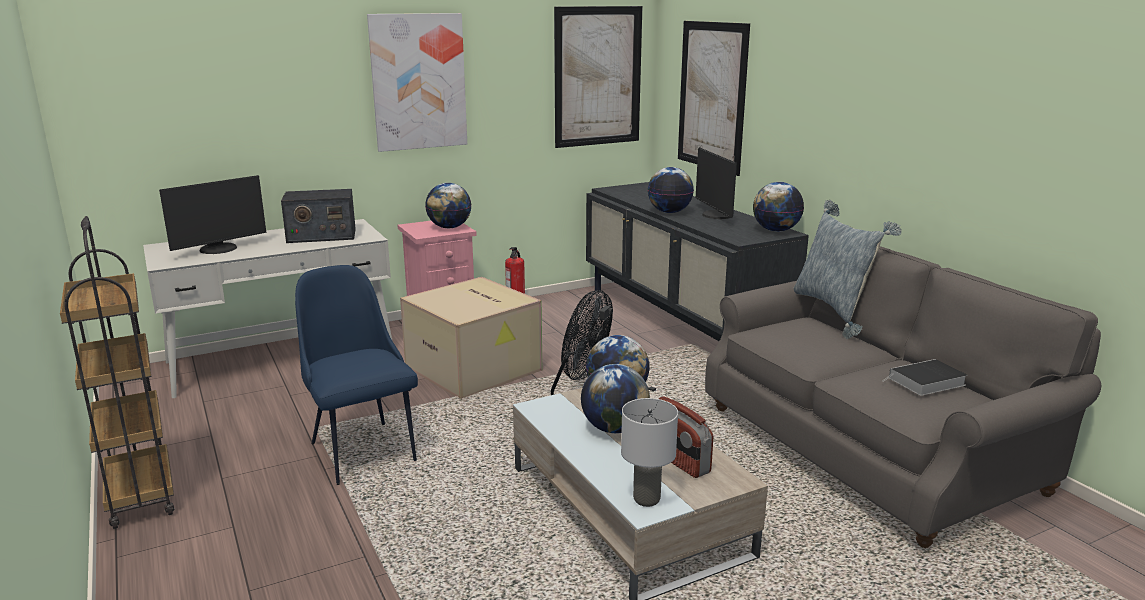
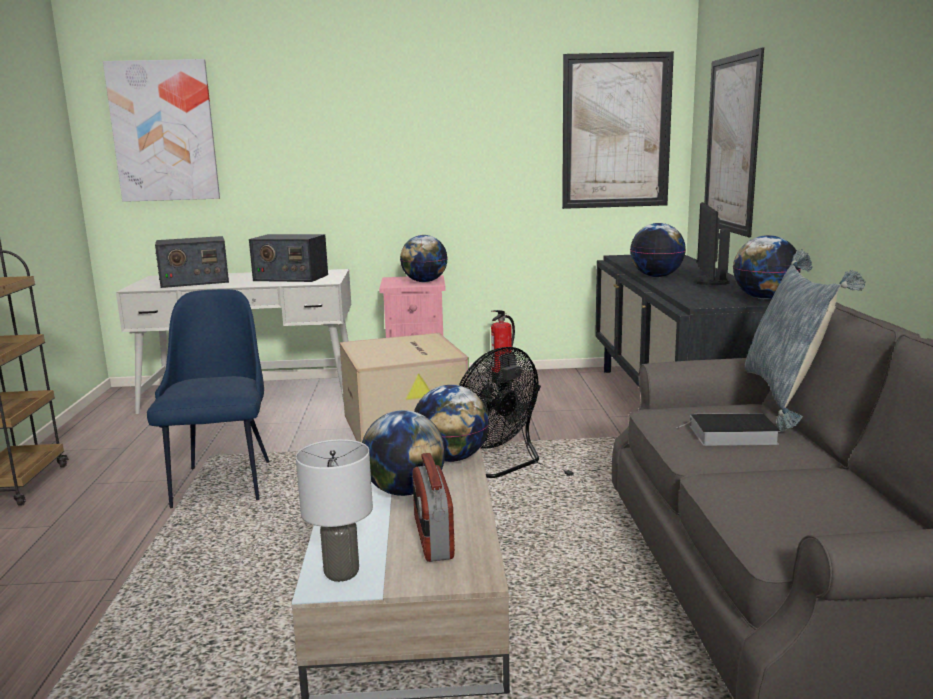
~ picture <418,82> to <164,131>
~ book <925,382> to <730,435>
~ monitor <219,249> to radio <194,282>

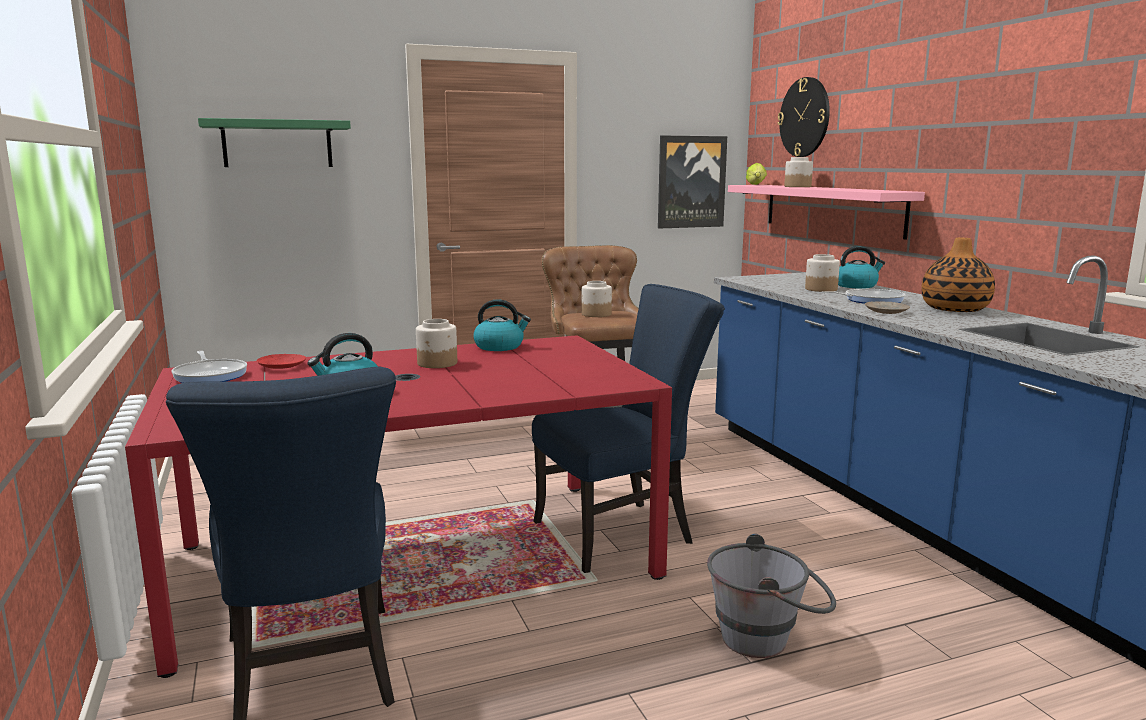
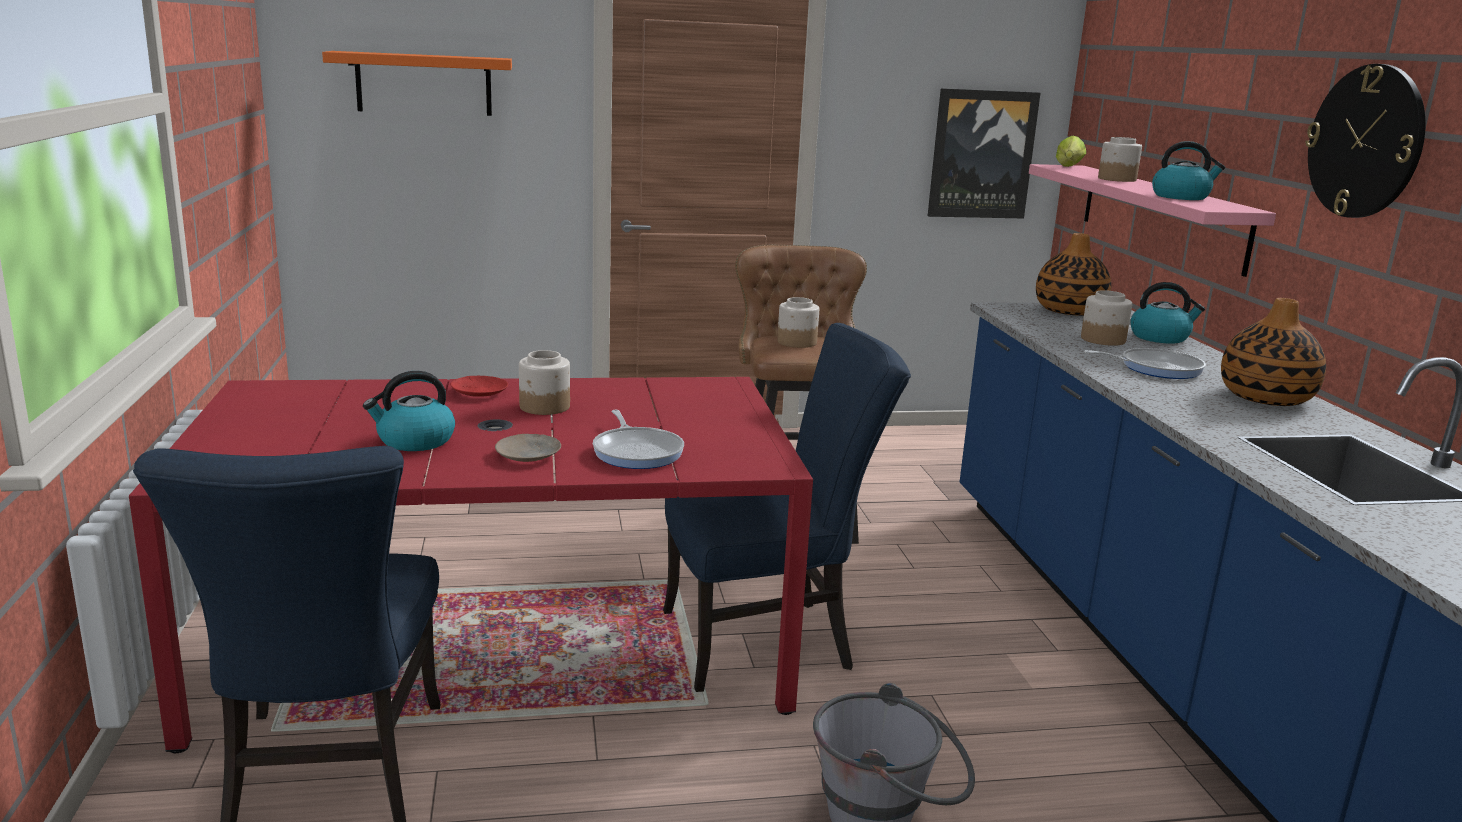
+ vase <1069,311>
~ frying pan <210,375> to <637,452>
~ plate (red) <281,366> to <479,392>
~ kettle <500,346> to <1181,197>
~ wall clock <804,117> to <1365,142>
~ plate (beige) <886,312> to <529,455>
~ shelf (green) <277,144> to shelf (orange) <424,84>

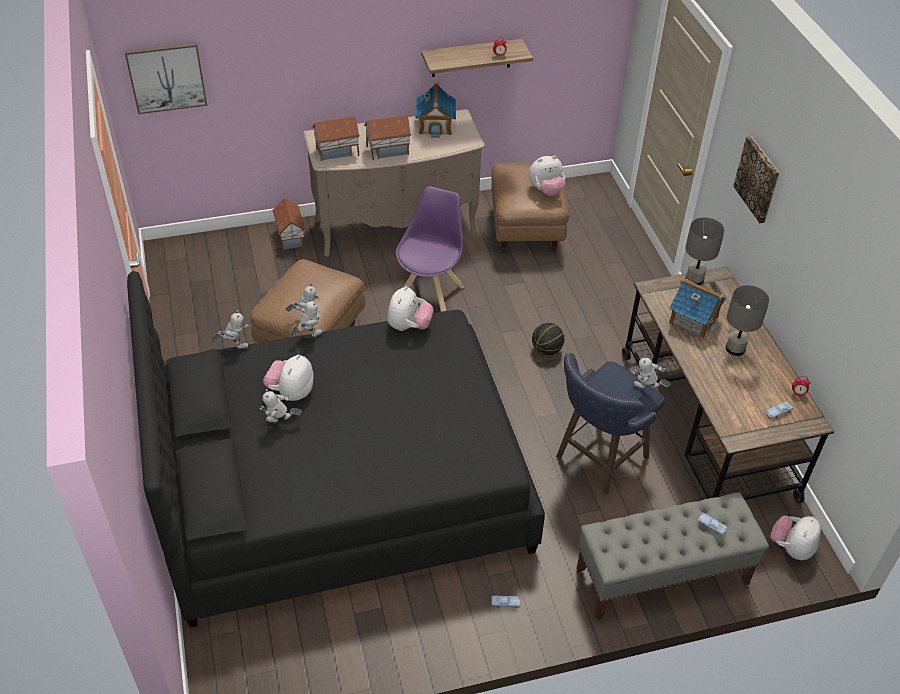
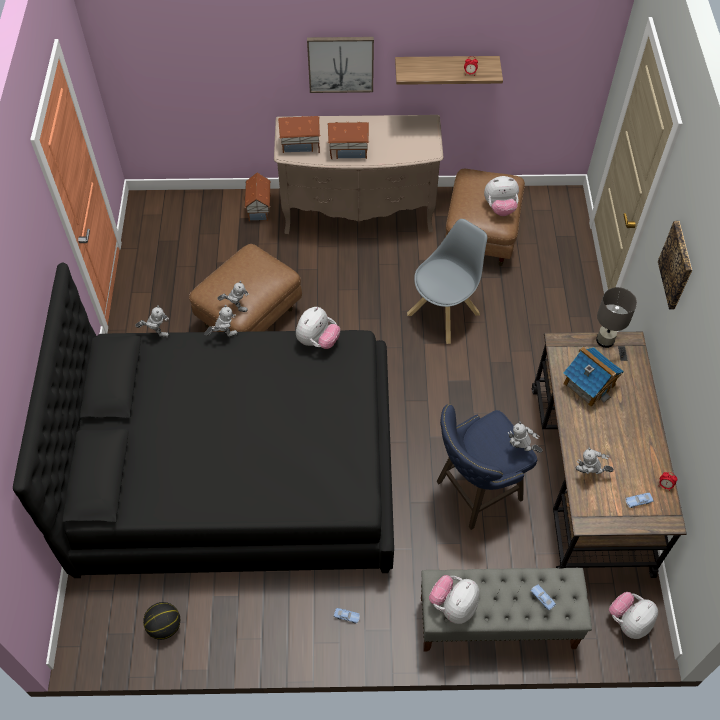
- chair (purple) <430,294>
- toy house <435,125>
- table lamp (grey) <735,348>
+ chair (grey) <445,313>
~ picture <166,77> to <340,64>
~ toy robot <281,423> to <589,474>
~ plush toy <291,392> to <453,605>
~ basketball <547,350> to <165,626>

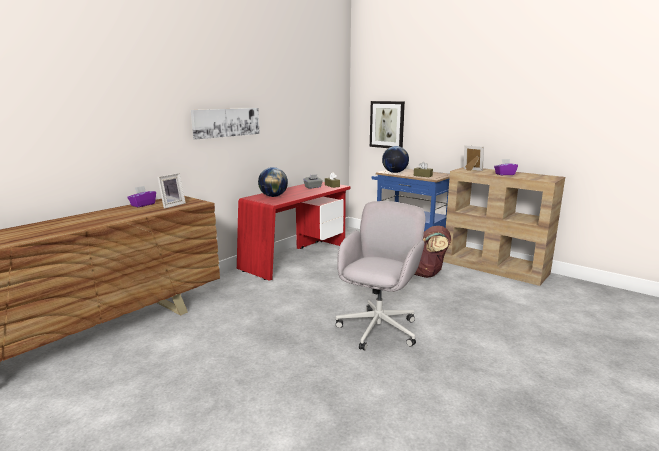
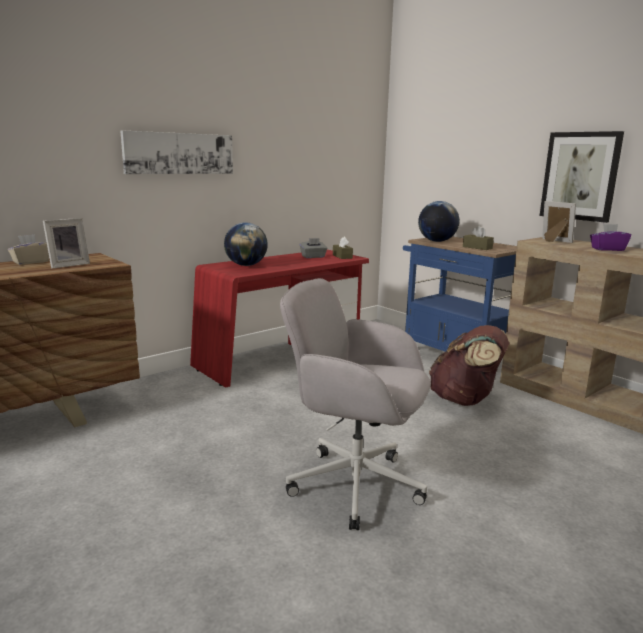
~ picture <387,124> to <580,176>
~ tissue box (purple) <143,205> to tissue box (beige) <31,262>
~ office chair (grey) <379,329> = <353,485> 105 degrees counterclockwise

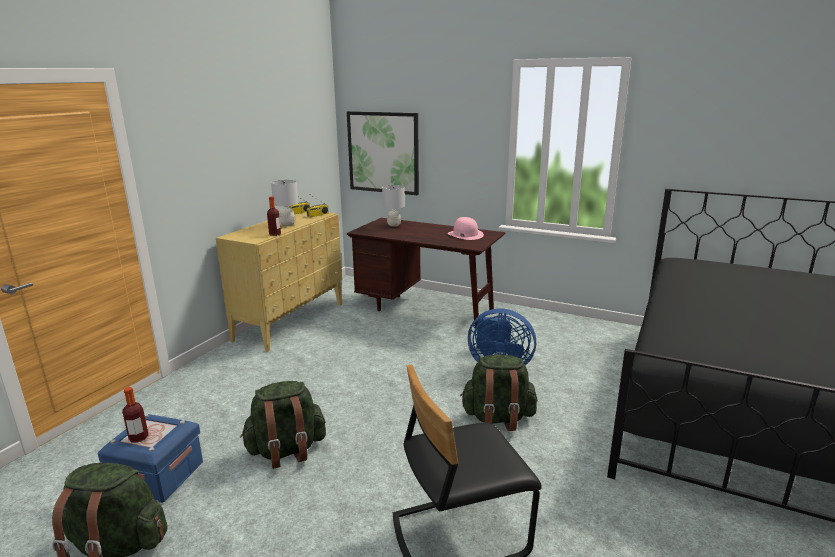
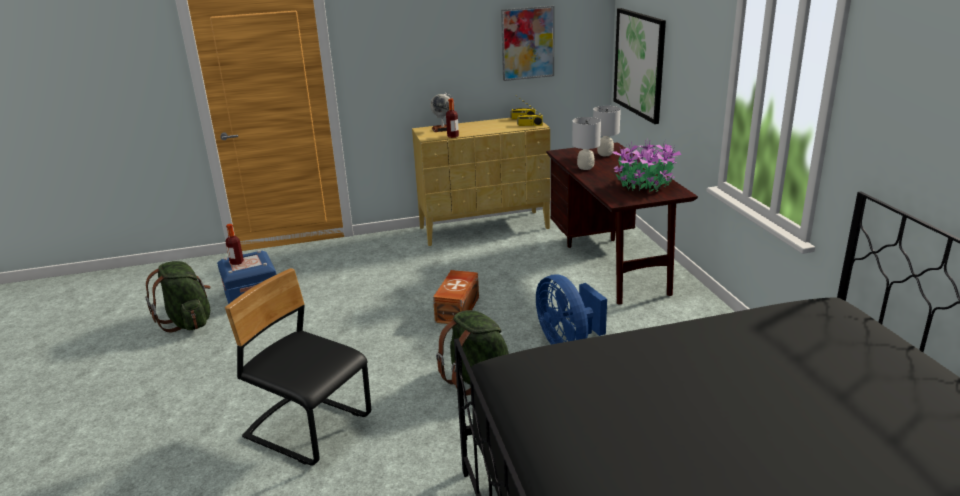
- backpack (green) <286,451>
+ globe <443,129>
+ storage box (brown) <458,309>
+ picture <527,43>
~ table lamp (grey) <288,224> to <586,168>
~ hat (pink) <465,234> to potted plant <645,185>

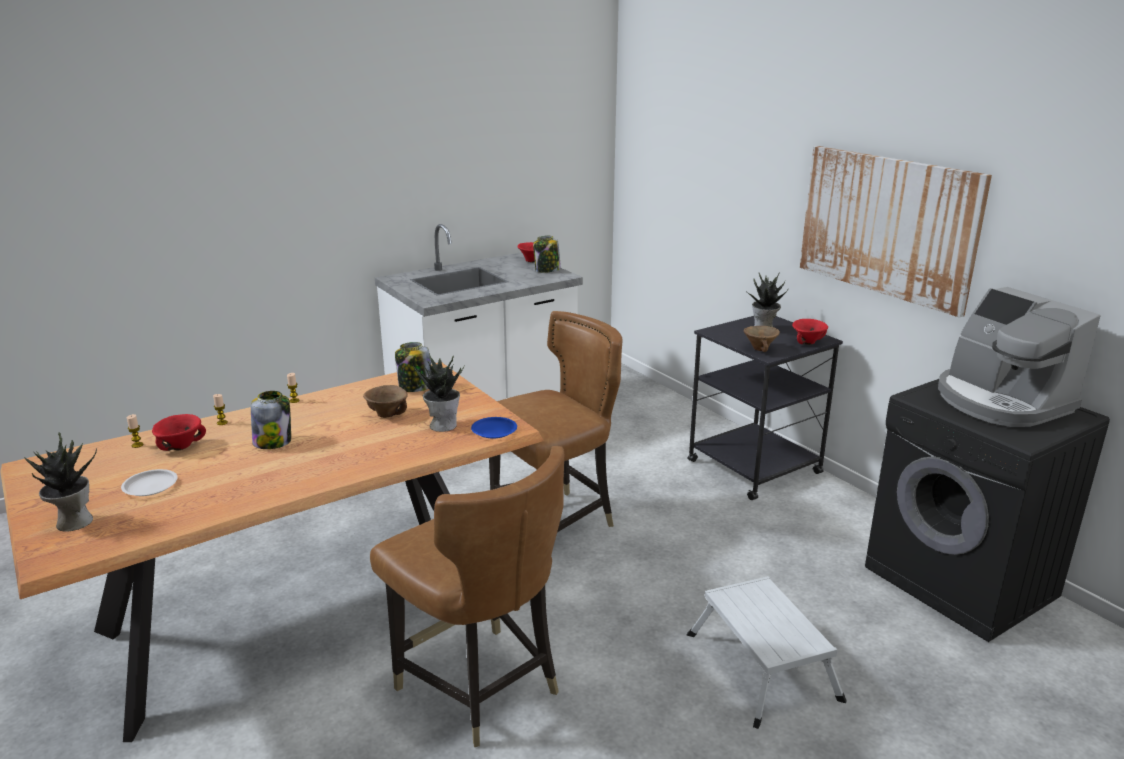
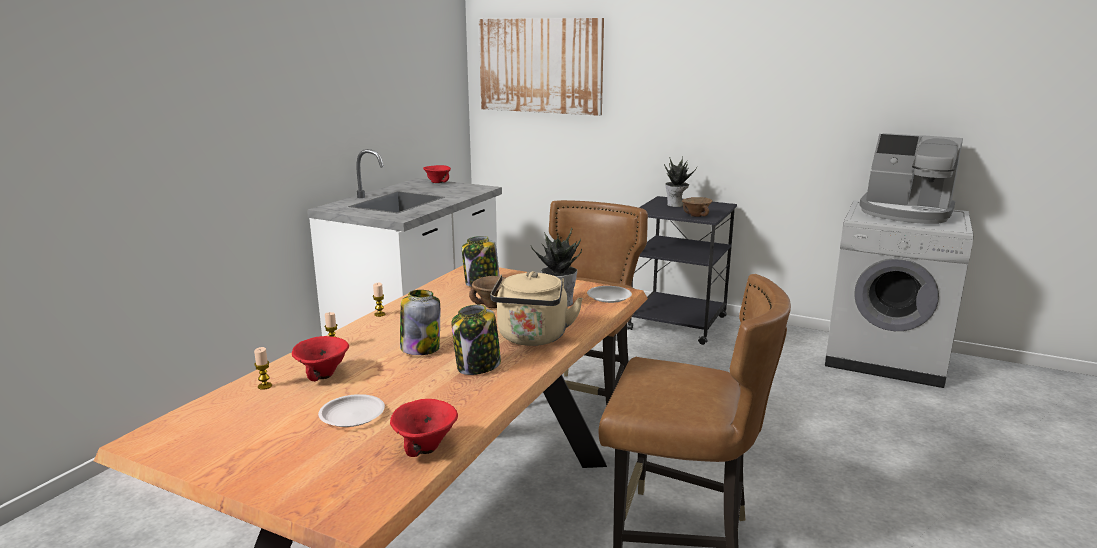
- potted plant <73,522>
- step ladder (white) <763,667>
+ kettle (beige) <532,338>
~ jar <547,270> to <478,366>
~ bowl (red) <808,343> to <426,447>
~ picture <887,226> to <540,66>
~ plate (blue) <494,431> to plate (white) <609,297>
~ washing machine (black) <958,584> to washing machine (white) <885,360>

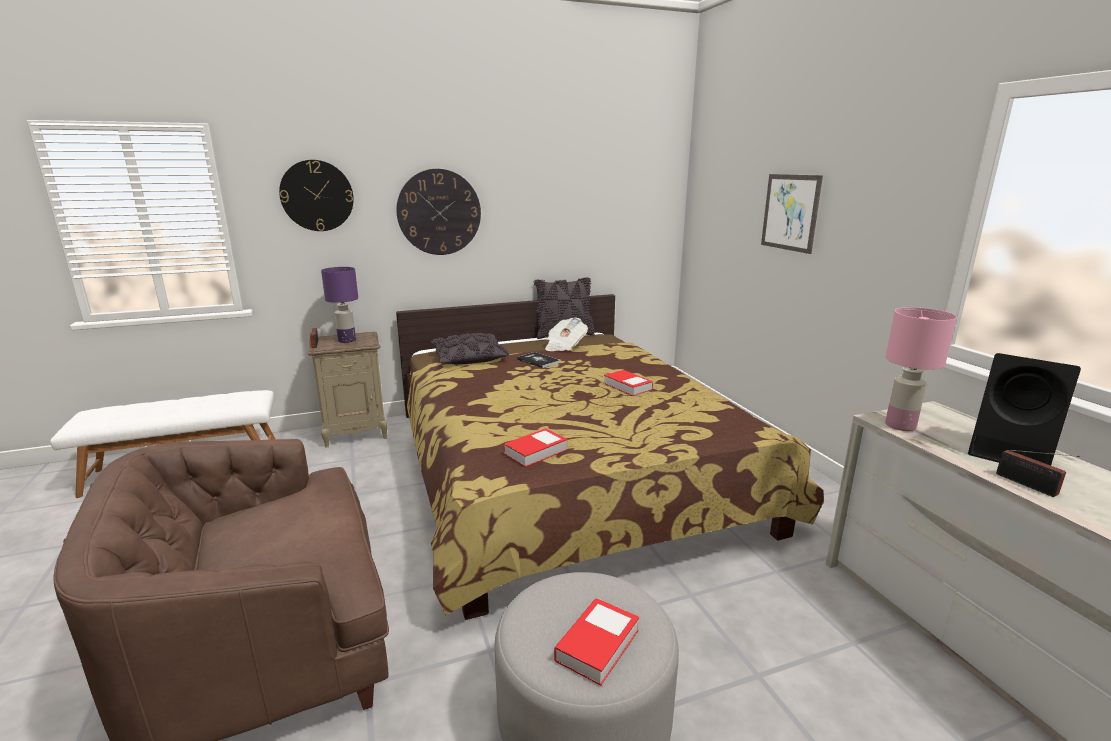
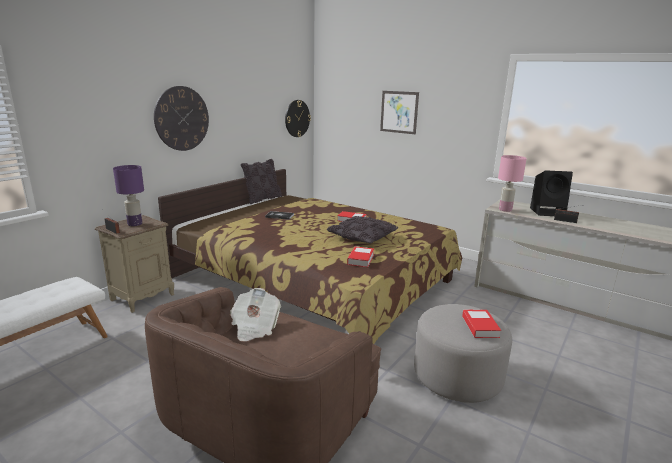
~ wall clock <317,196> to <297,118>
~ pillow (black) <469,358> to <362,237>
~ newspaper <564,346> to <254,327>

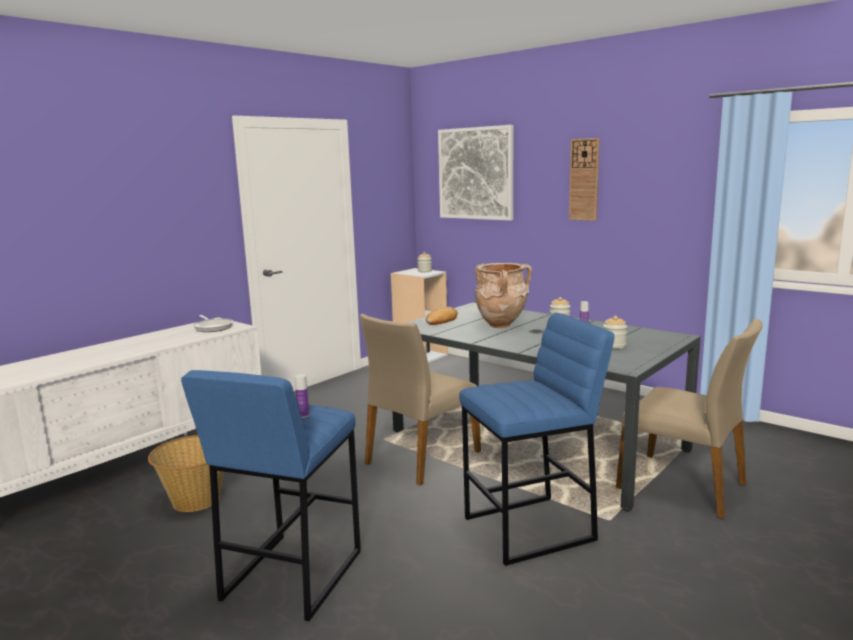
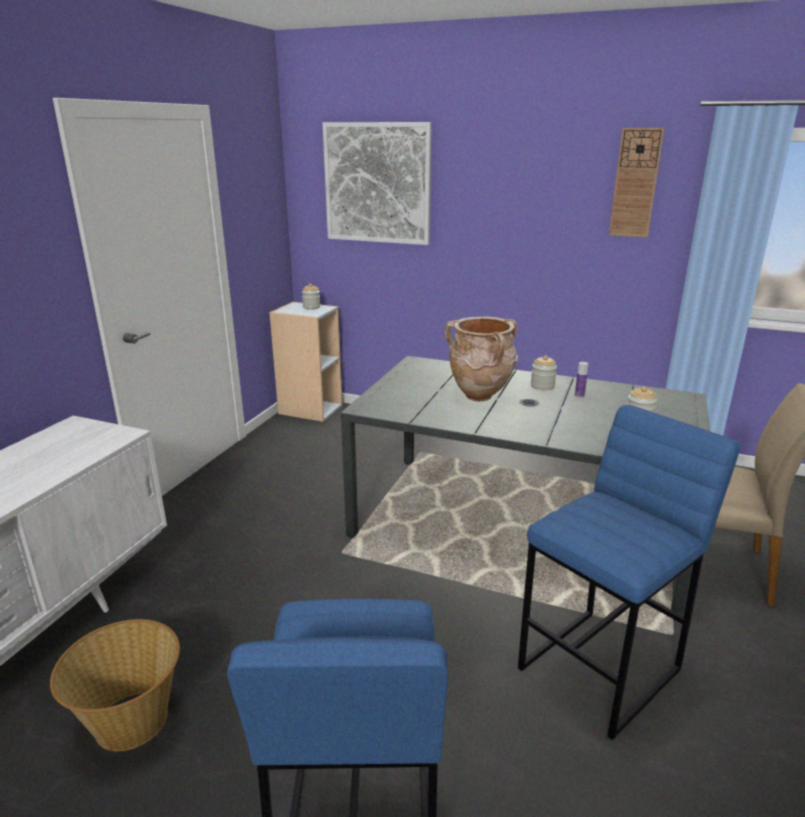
- frying pan <213,327>
- bottle <303,415>
- chair (beige) <421,458>
- bread <442,320>
~ wall clock <584,179> to <635,183>

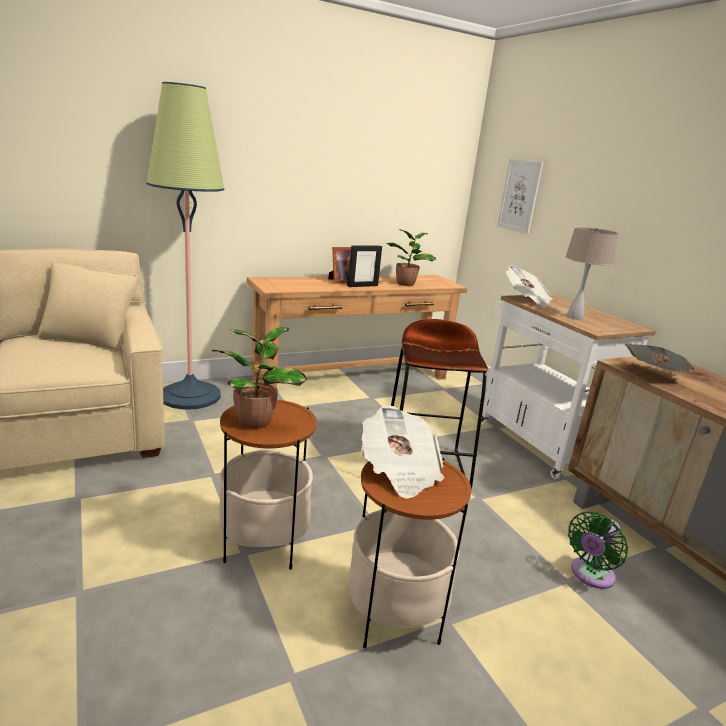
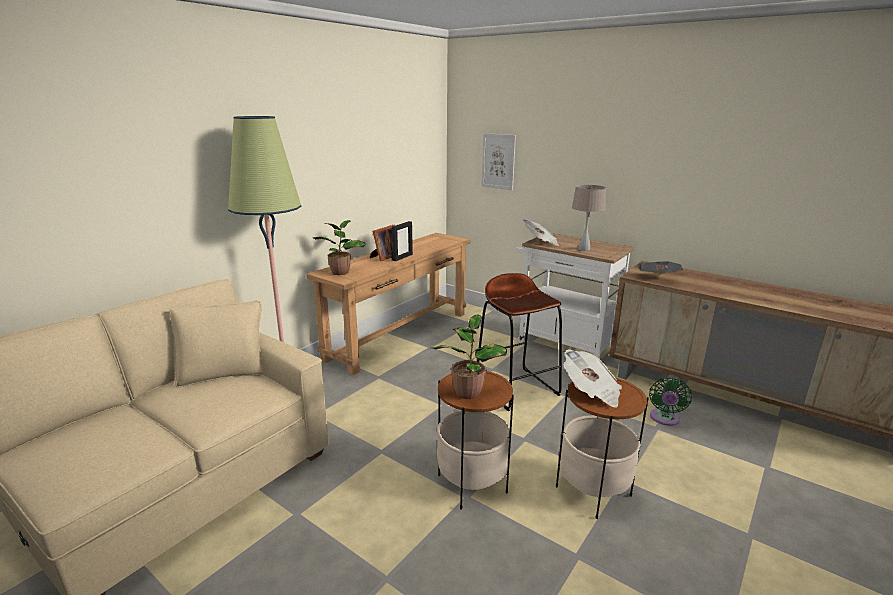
~ potted plant <406,283> to <341,272>

